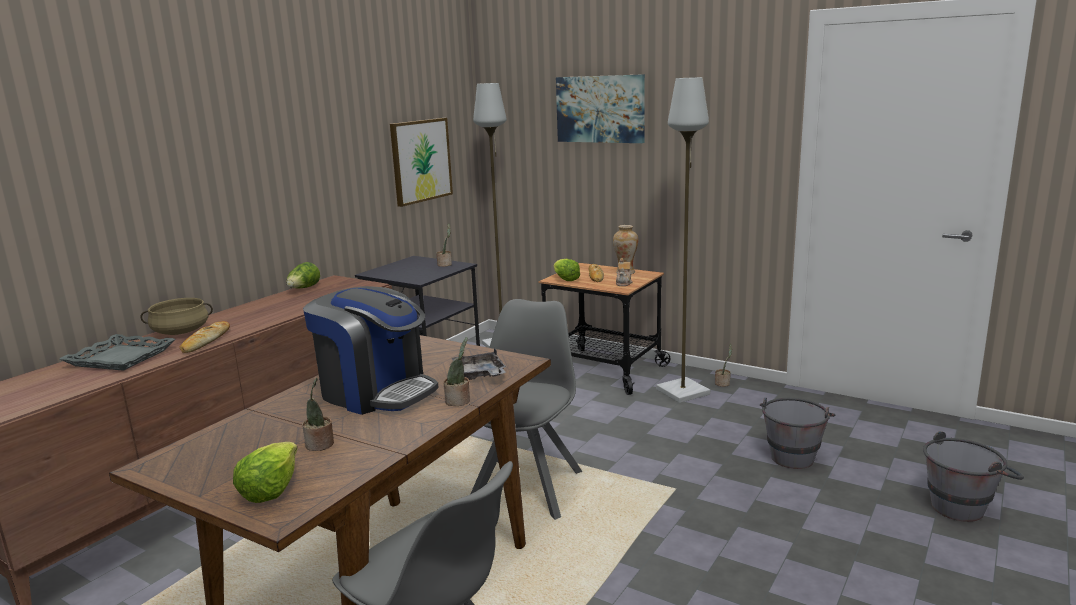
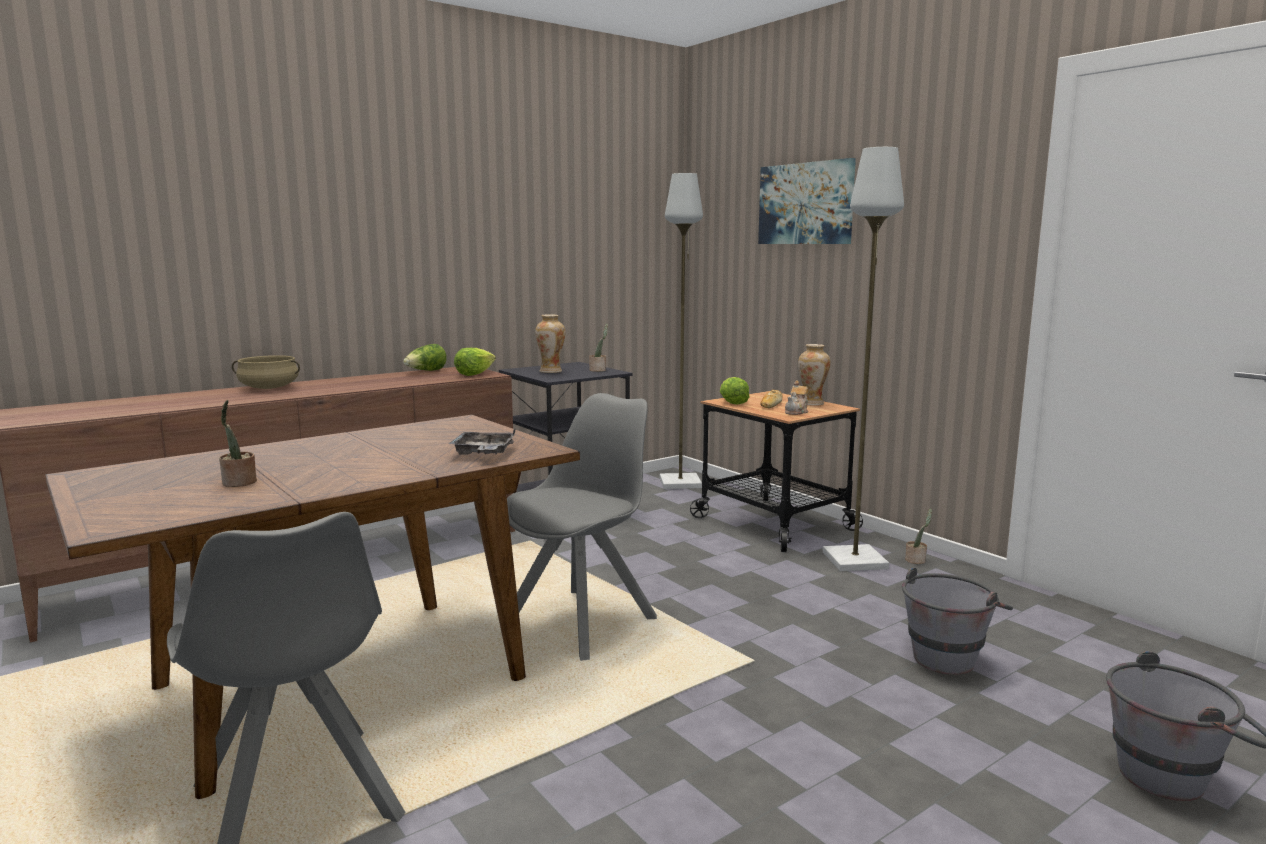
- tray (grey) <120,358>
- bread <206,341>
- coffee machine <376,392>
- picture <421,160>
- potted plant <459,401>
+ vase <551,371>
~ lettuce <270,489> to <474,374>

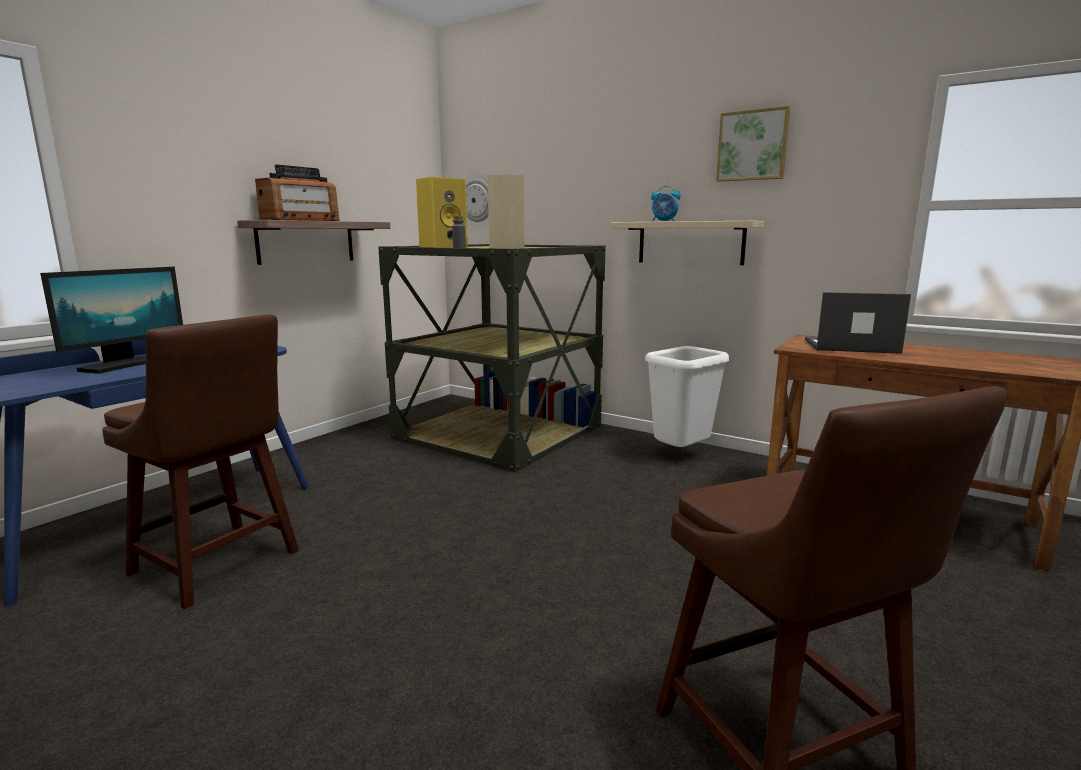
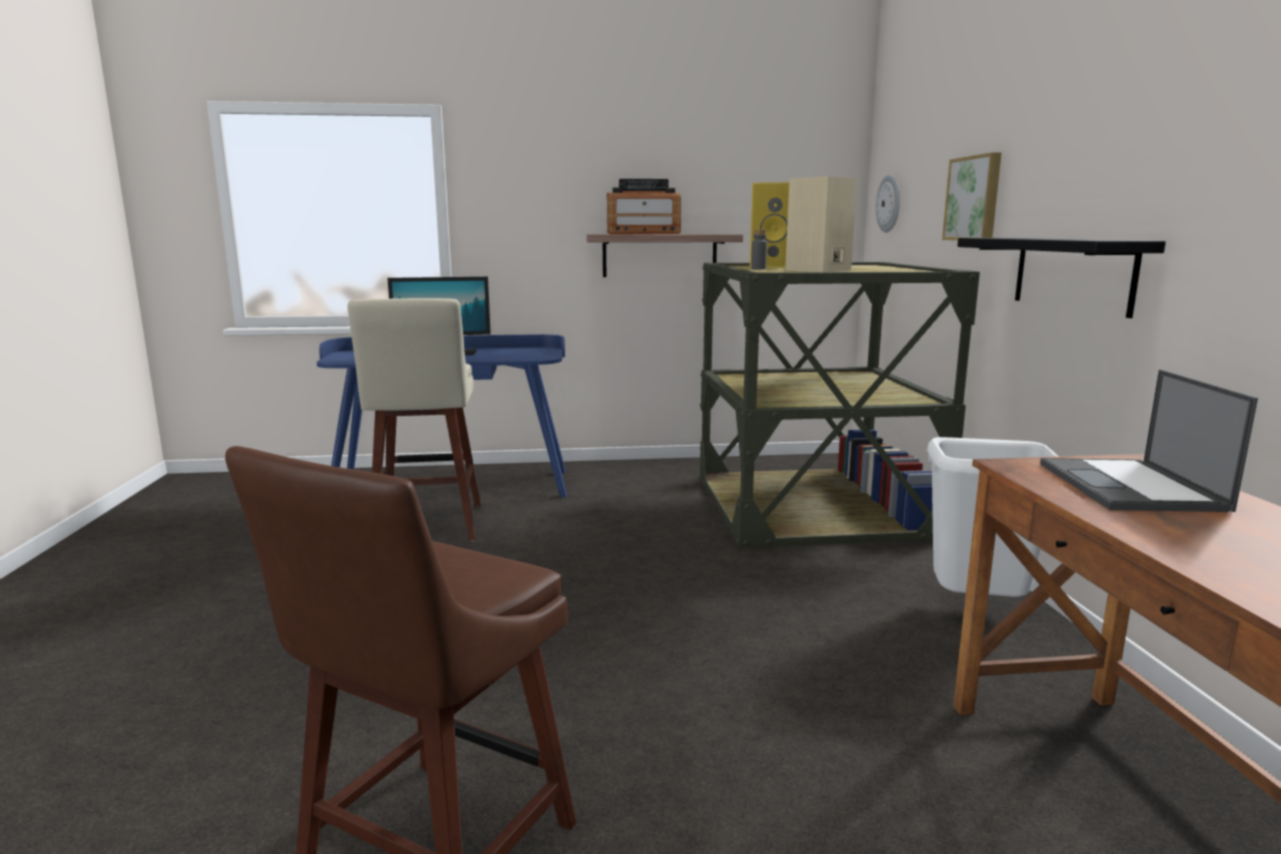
- alarm clock <664,221>
~ picture <752,146> to <974,198>
~ chair (brown) <219,565> to stool (beige) <427,526>
~ shelf (beige) <690,243> to shelf (black) <1072,274>
~ laptop <849,346> = <1131,487> 150 degrees counterclockwise

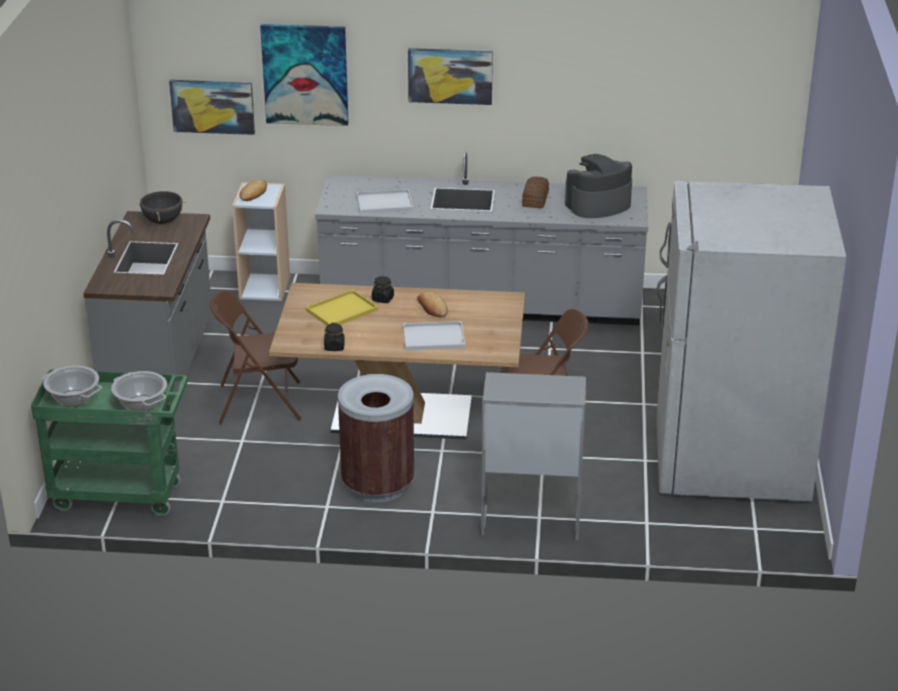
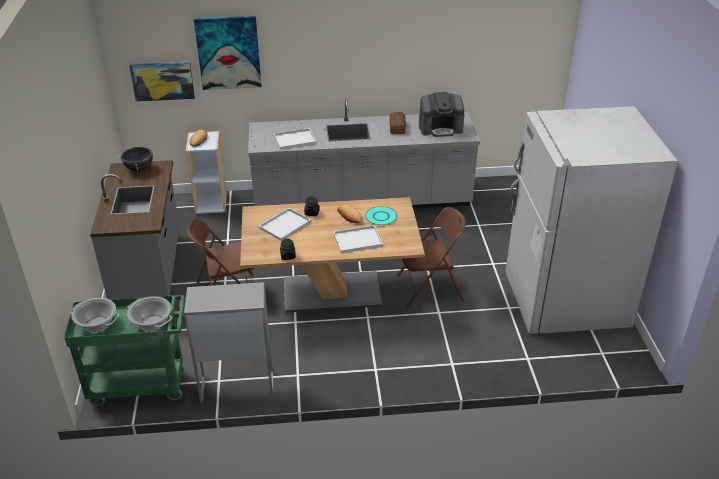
- trash can (brown) <378,485>
- picture <450,75>
+ plate (turquoise) <381,217>
~ cabinet (grey) <529,521> to <236,386>
~ tray (yellow) <341,311> to tray (white) <284,225>
~ coffee machine <598,205> = <440,128> 150 degrees counterclockwise

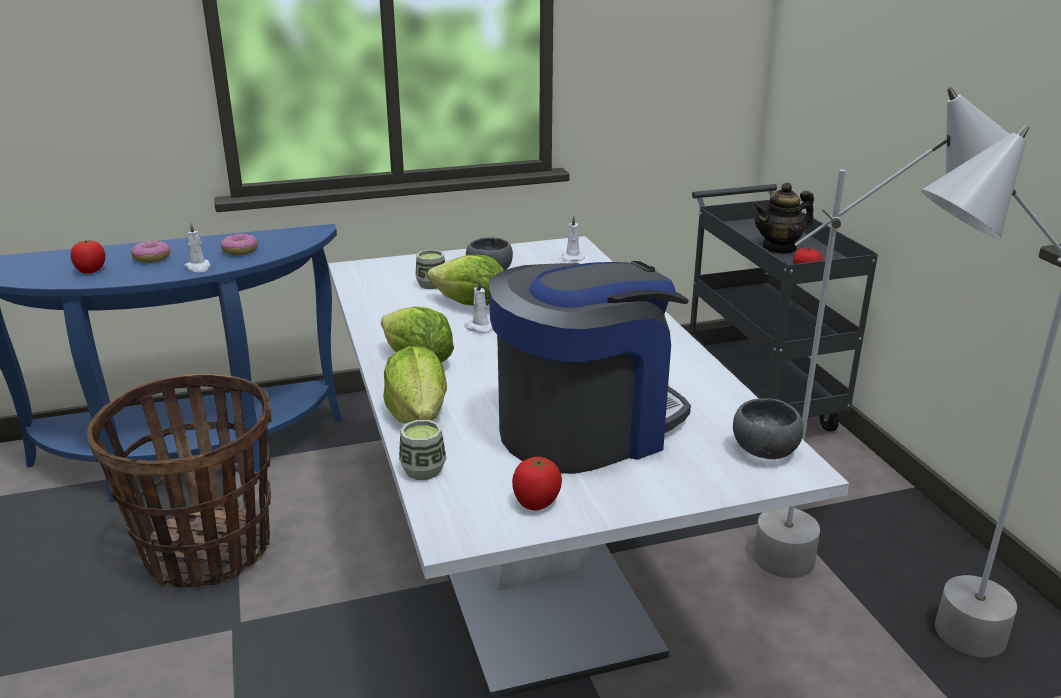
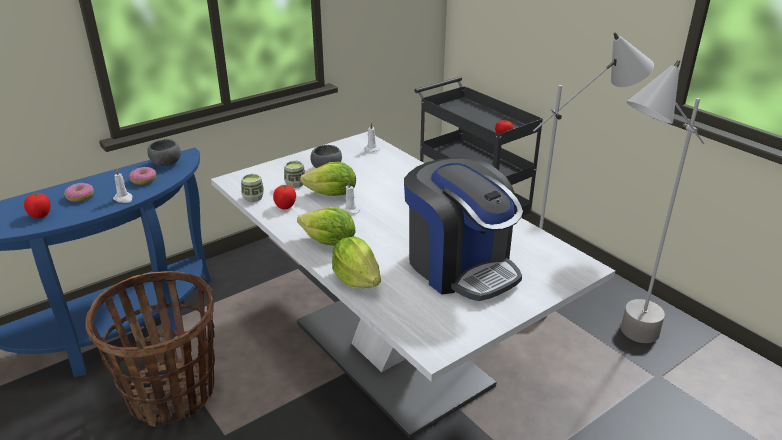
- teapot <779,248>
~ cup <423,470> to <253,198>
~ tomato <536,503> to <285,206>
~ bowl (grey) <762,451> to <165,163>
~ coffee machine <586,427> = <460,266> 105 degrees clockwise

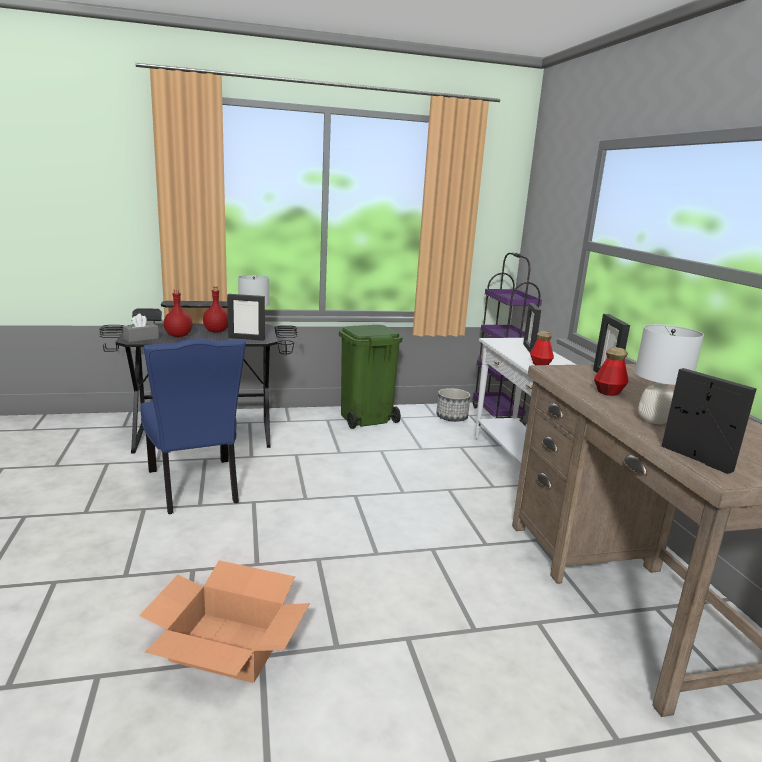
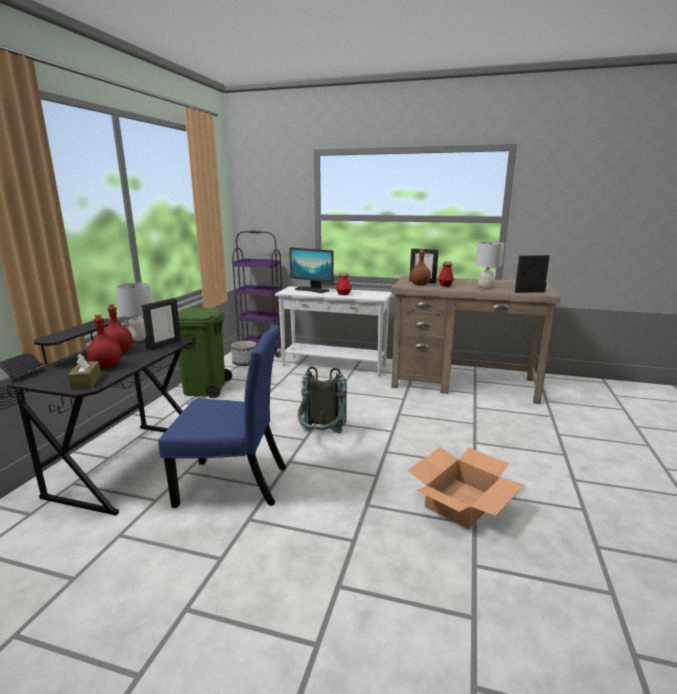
+ backpack (grey) <321,438>
+ bottle (brown) <420,284>
~ picture frame <529,348> to monitor <312,290>
~ tissue box (grey) <141,338> to tissue box (brown) <86,382>

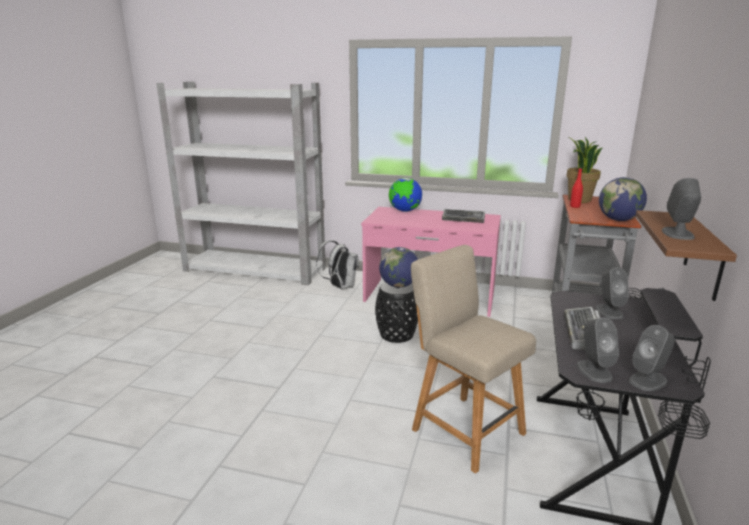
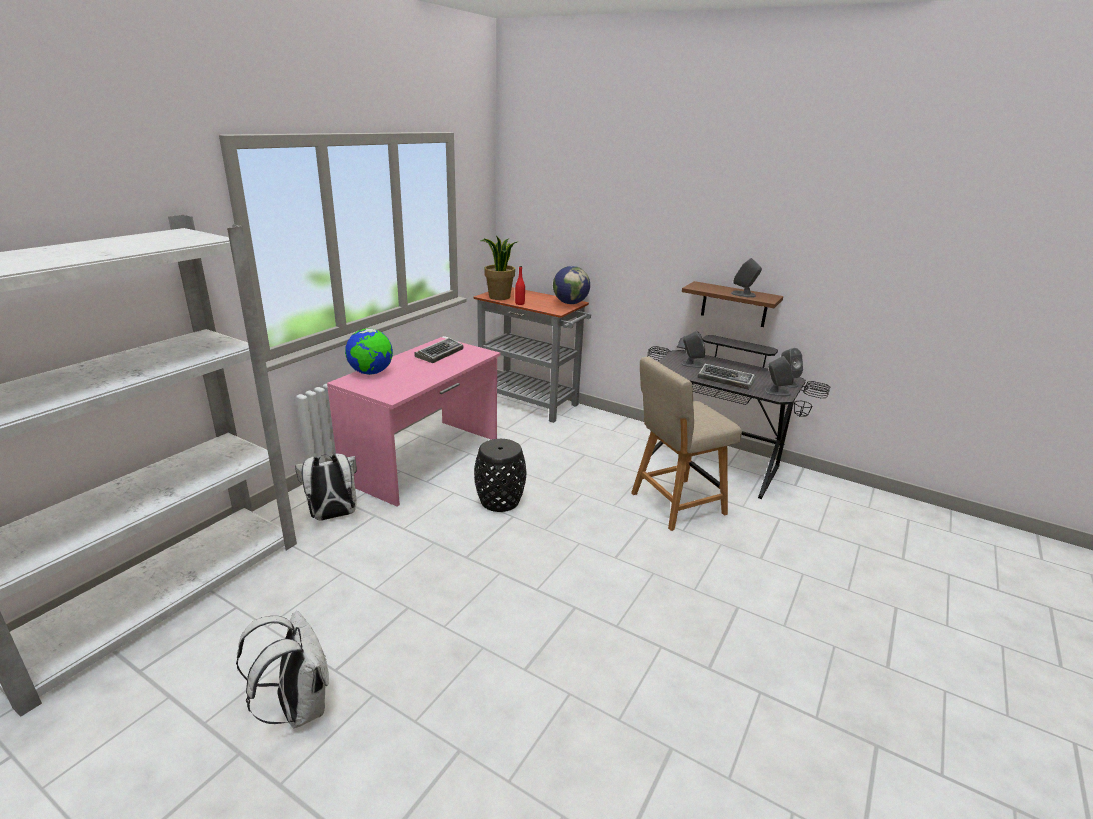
- globe <399,286>
+ backpack (white) <298,707>

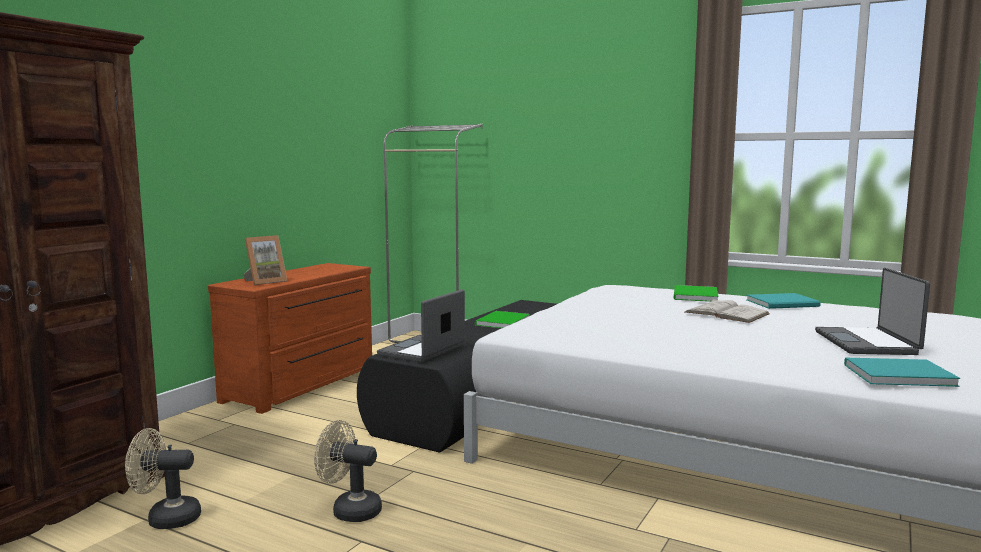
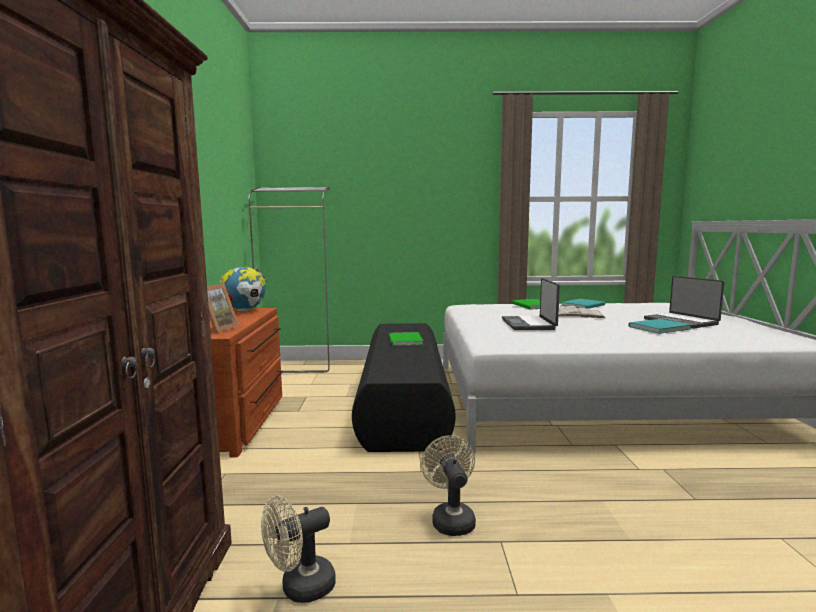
+ globe <244,311>
~ laptop <423,350> to <529,324>
~ book (turquoise) <895,374> to <657,328>
~ fan (beige) <349,510> = <451,519> 90 degrees clockwise

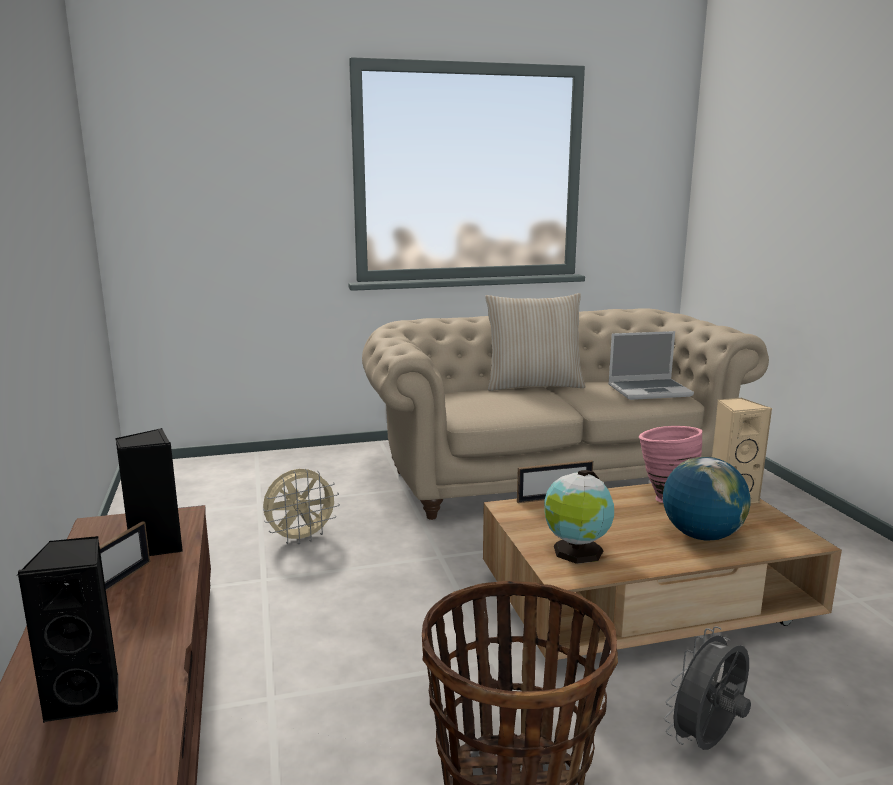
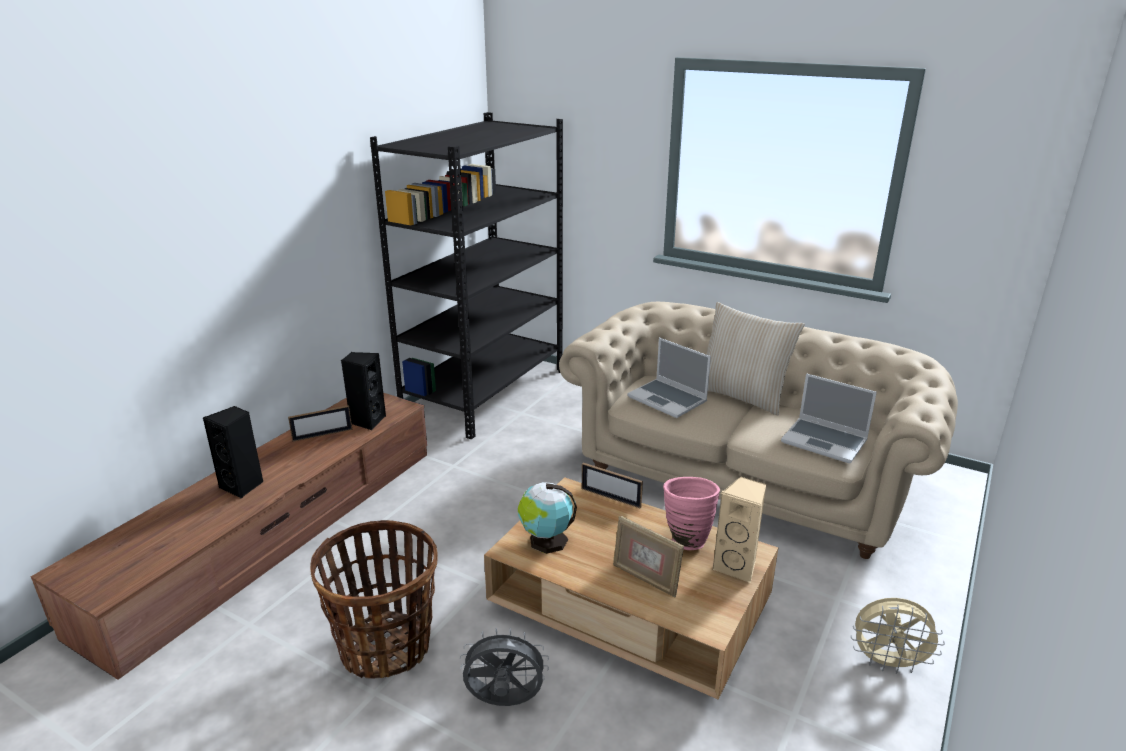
+ bookcase (black) <485,392>
+ laptop <668,399>
~ fan (beige) <301,538> to <888,663>
~ globe <701,536> to picture frame <645,579>

